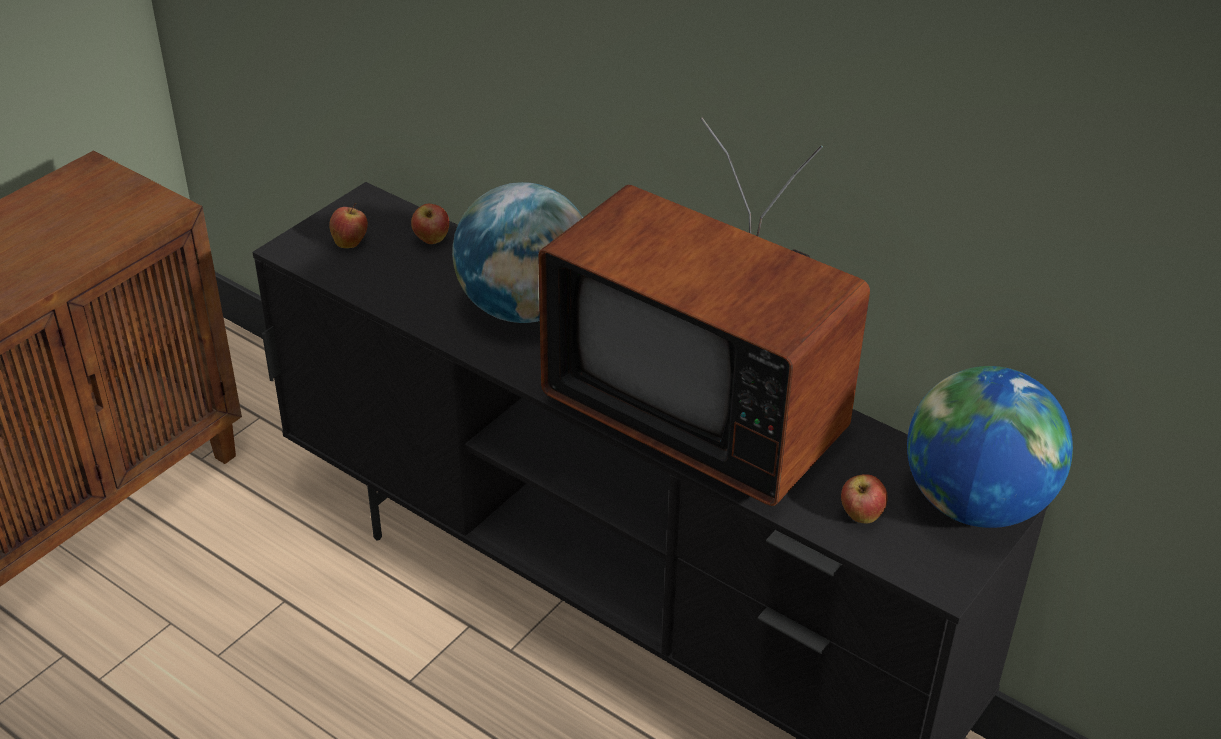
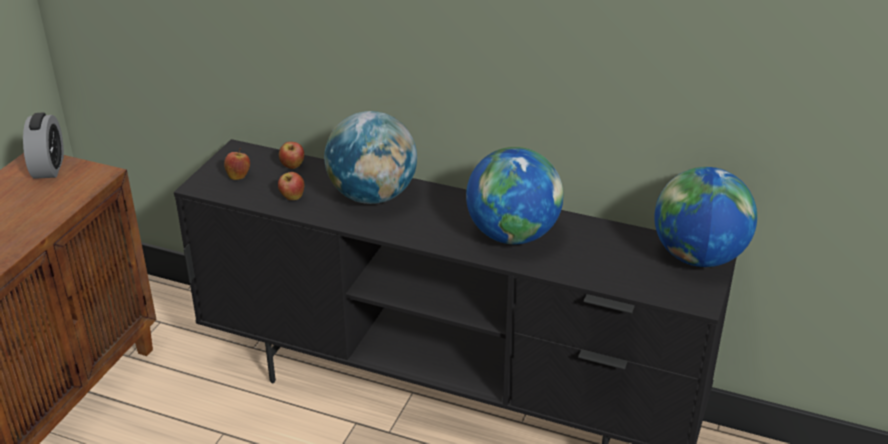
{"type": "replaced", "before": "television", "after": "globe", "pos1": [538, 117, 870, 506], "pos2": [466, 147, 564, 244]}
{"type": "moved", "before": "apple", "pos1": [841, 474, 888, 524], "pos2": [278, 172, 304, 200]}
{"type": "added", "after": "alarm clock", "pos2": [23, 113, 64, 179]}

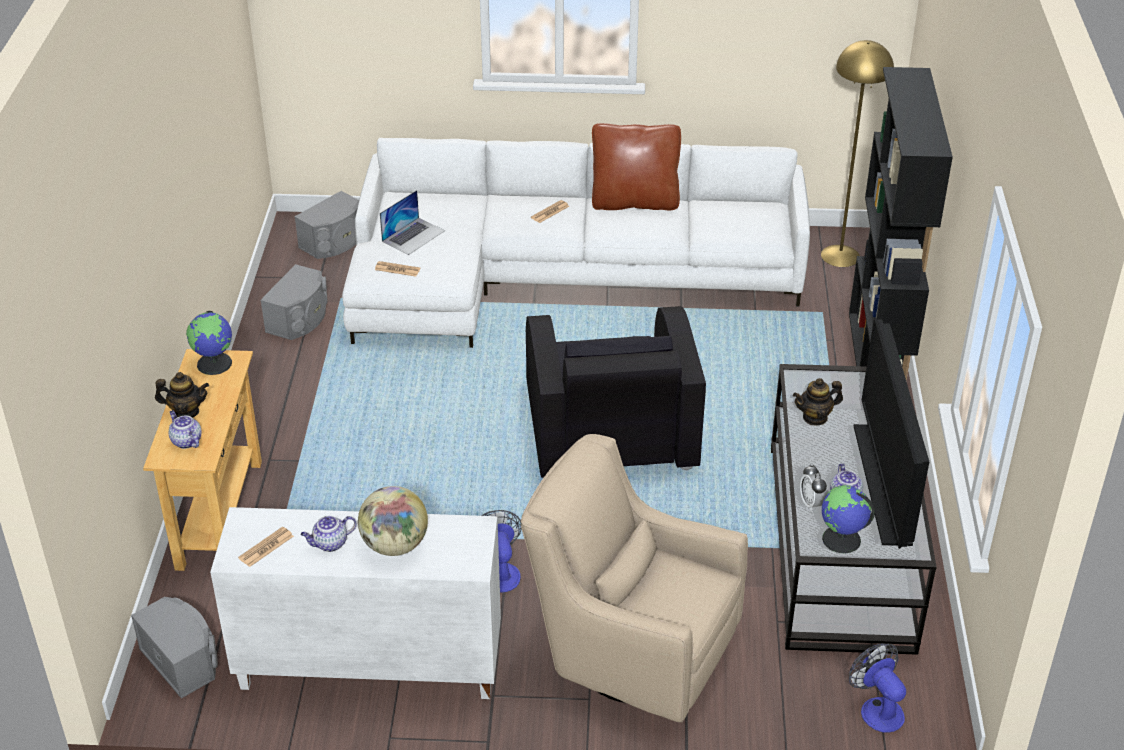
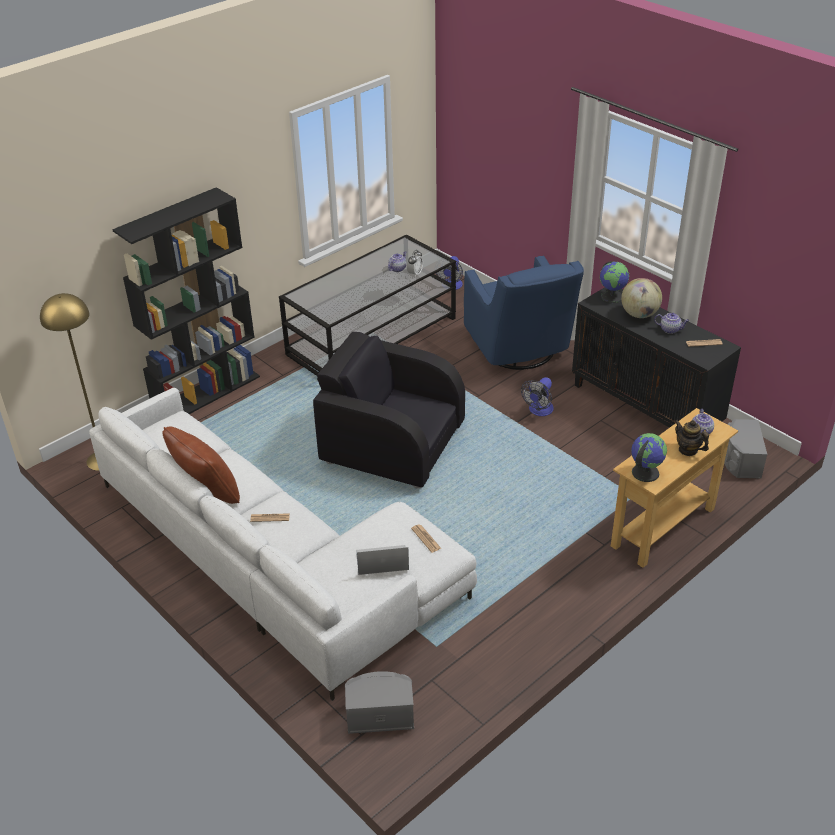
{"type": "recoloured", "before": "cabinet (white)", "after": "cabinet (black)", "pos1": [210, 507, 501, 699], "pos2": [572, 287, 741, 428]}
{"type": "removed", "before": "speaker (grey)", "pos1": [260, 264, 328, 340]}
{"type": "recoloured", "before": "armchair (beige)", "after": "armchair (blue)", "pos1": [521, 434, 748, 723], "pos2": [464, 255, 584, 370]}
{"type": "turned", "before": "armchair (black)", "pos1": [526, 306, 706, 478], "pos2": [313, 332, 465, 488], "turn": -105}
{"type": "removed", "before": "teapot", "pos1": [793, 378, 843, 426]}
{"type": "moved", "before": "globe", "pos1": [822, 485, 875, 553], "pos2": [600, 261, 629, 303]}
{"type": "removed", "before": "television", "pos1": [854, 318, 929, 549]}

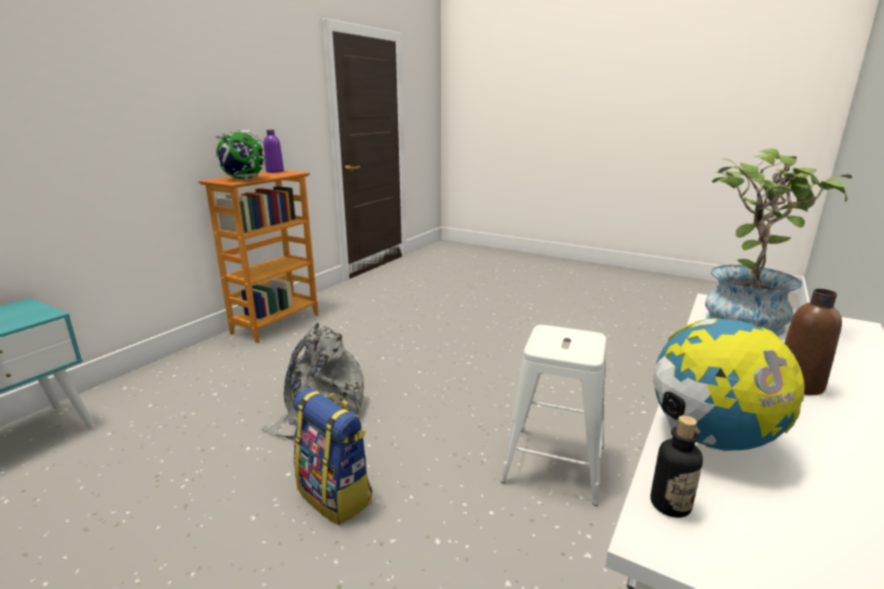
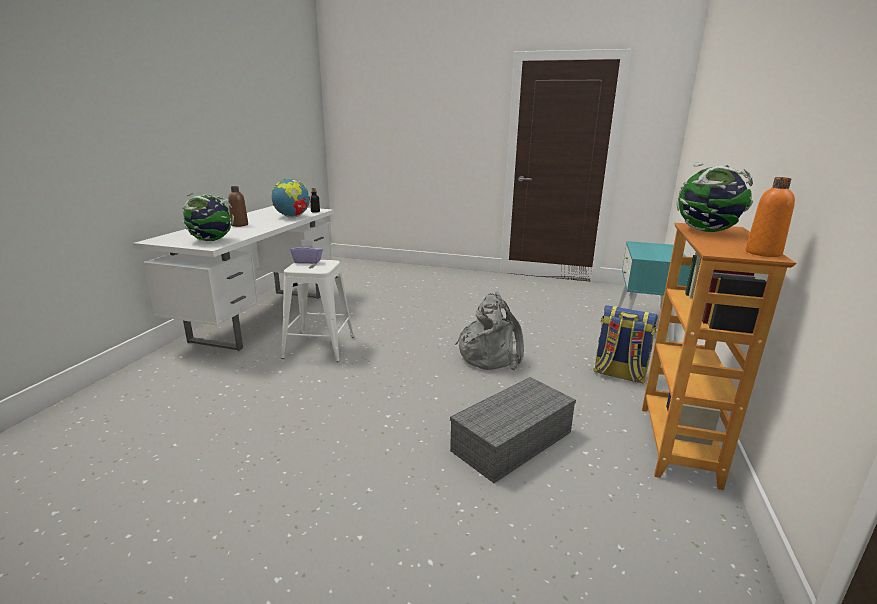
{"type": "recoloured", "before": "bottle (purple)", "after": "bottle (orange)", "pos1": [264, 130, 284, 173], "pos2": [746, 177, 795, 257]}
{"type": "moved", "before": "backpack", "pos1": [293, 388, 372, 525], "pos2": [594, 305, 658, 384]}
{"type": "replaced", "before": "potted plant", "after": "globe", "pos1": [705, 148, 852, 336], "pos2": [182, 193, 234, 241]}
{"type": "added", "after": "tissue box (purple)", "pos2": [290, 240, 323, 264]}
{"type": "added", "after": "storage box (grey)", "pos2": [450, 377, 576, 483]}

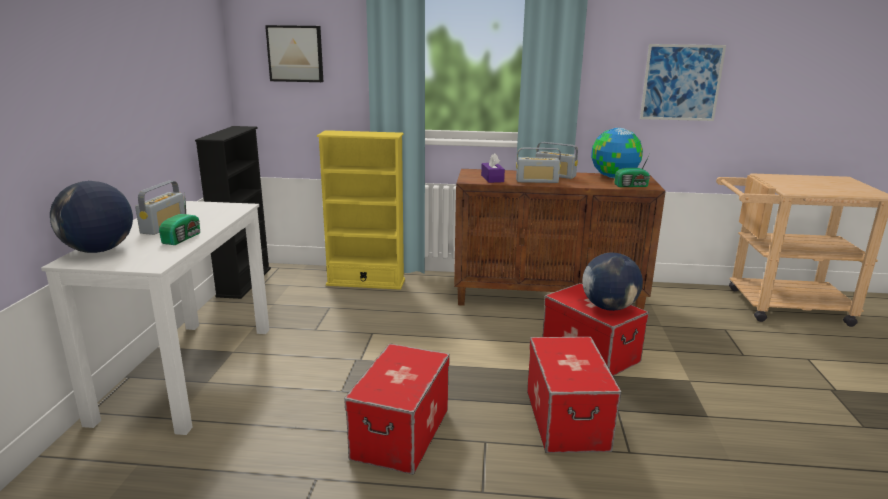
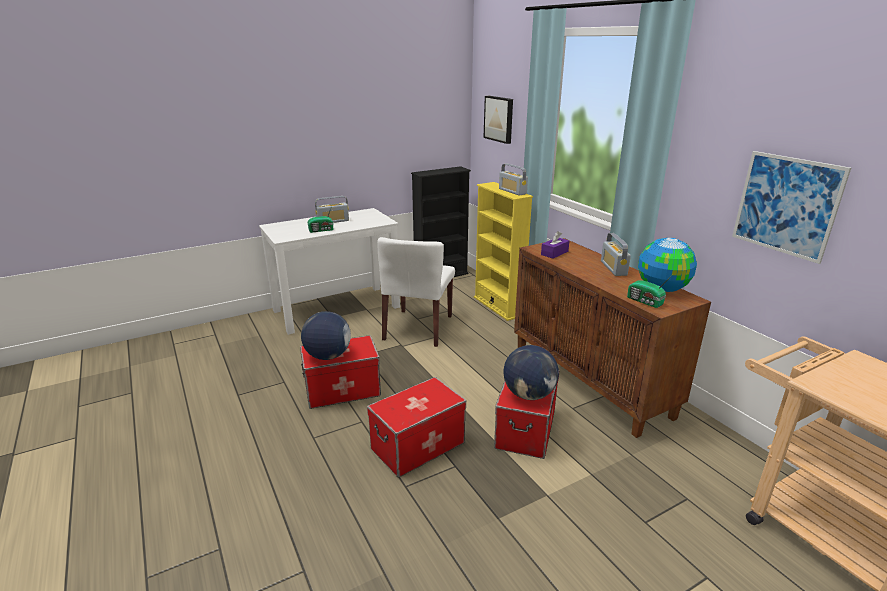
{"type": "moved", "before": "globe", "pos1": [50, 181, 133, 253], "pos2": [301, 311, 351, 360]}
{"type": "moved", "before": "radio", "pos1": [516, 148, 561, 183], "pos2": [499, 164, 528, 196]}
{"type": "added", "after": "chair (white)", "pos2": [377, 237, 455, 347]}

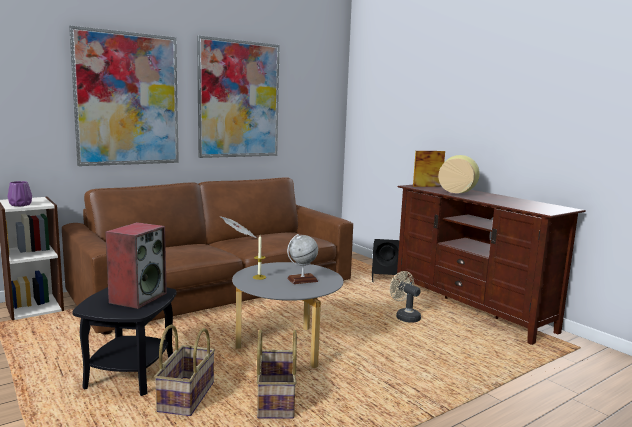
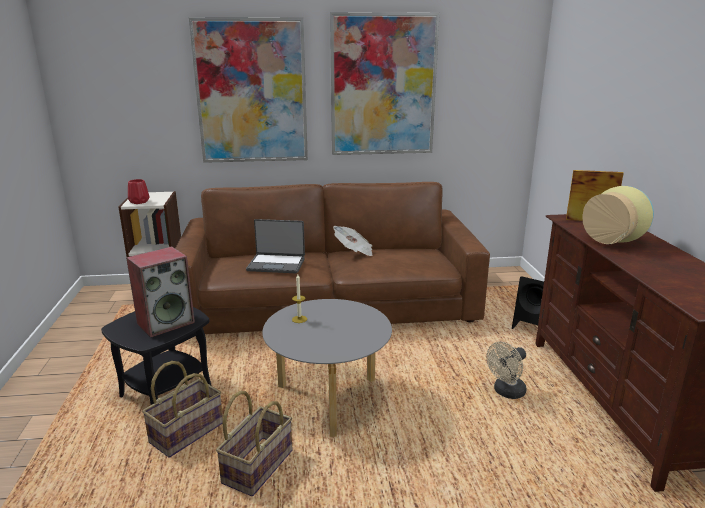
{"type": "recoloured", "before": "vase (purple)", "after": "vase (red)", "pos1": [8, 181, 32, 206], "pos2": [128, 179, 149, 204]}
{"type": "removed", "before": "globe", "pos1": [287, 234, 318, 284]}
{"type": "turned", "before": "fan (beige)", "pos1": [390, 271, 421, 323], "pos2": [486, 342, 527, 399], "turn": -120}
{"type": "added", "after": "laptop", "pos2": [246, 219, 305, 273]}

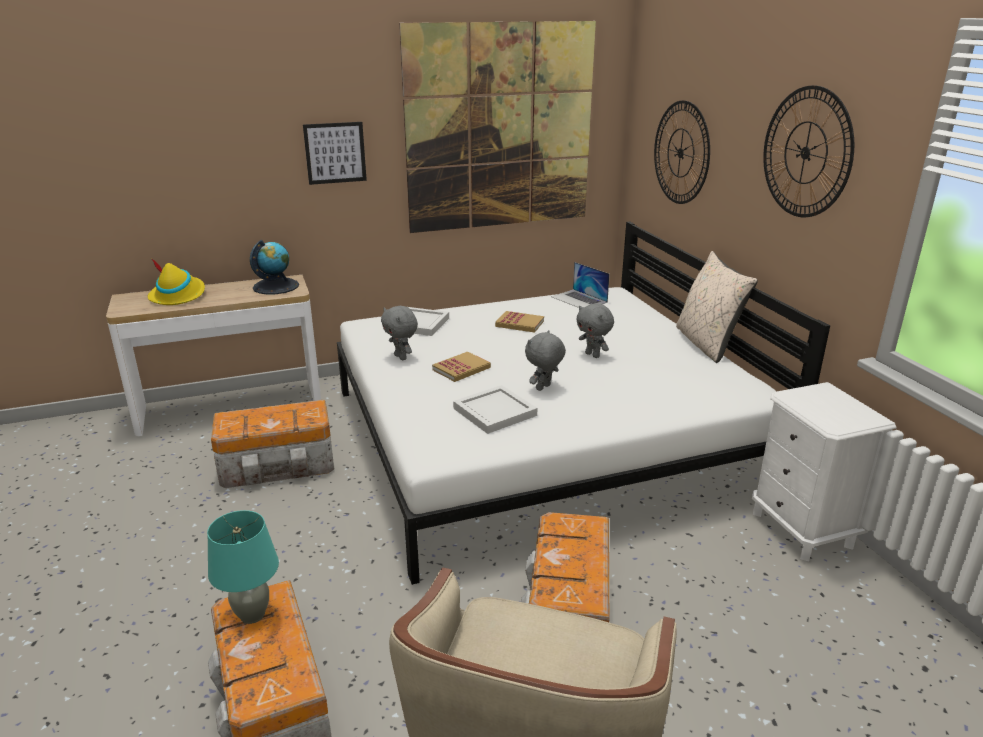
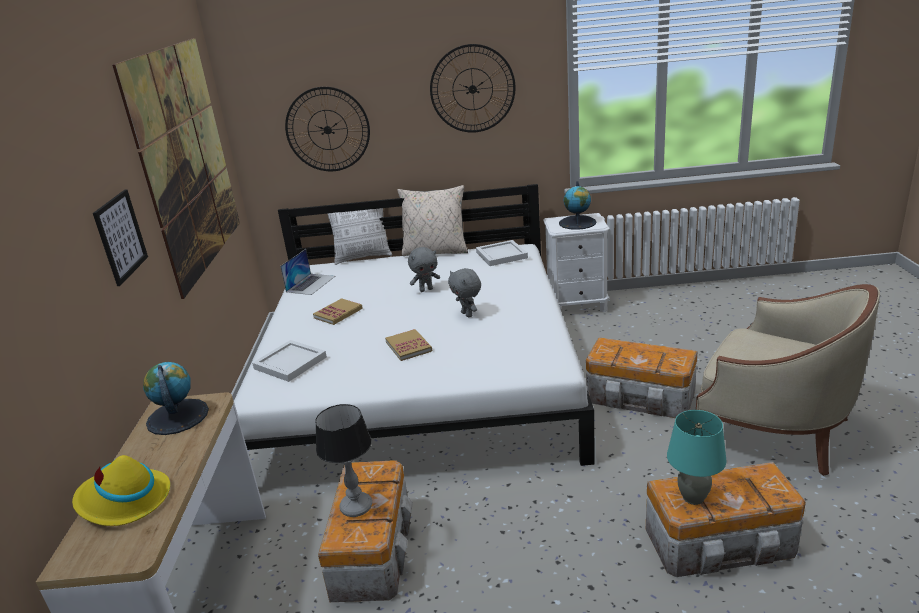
{"type": "removed", "before": "plush toy (grey)", "pos1": [381, 306, 418, 360]}
{"type": "moved", "before": "tray (white)", "pos1": [453, 385, 537, 434], "pos2": [476, 240, 528, 266]}
{"type": "turned", "before": "laptop", "pos1": [551, 262, 610, 308], "pos2": [280, 249, 335, 295], "turn": -45}
{"type": "added", "after": "table lamp", "pos2": [315, 404, 372, 517]}
{"type": "added", "after": "pillow", "pos2": [328, 208, 392, 265]}
{"type": "added", "after": "globe", "pos2": [559, 181, 597, 230]}

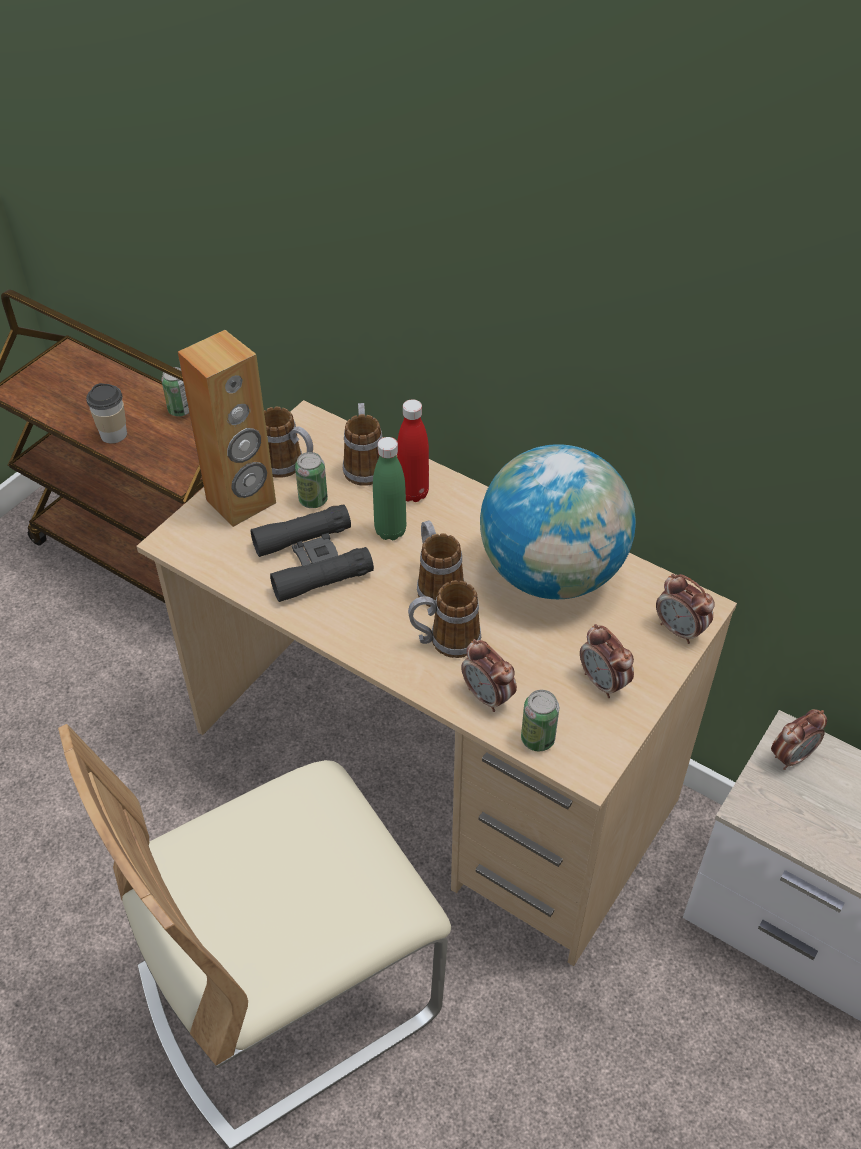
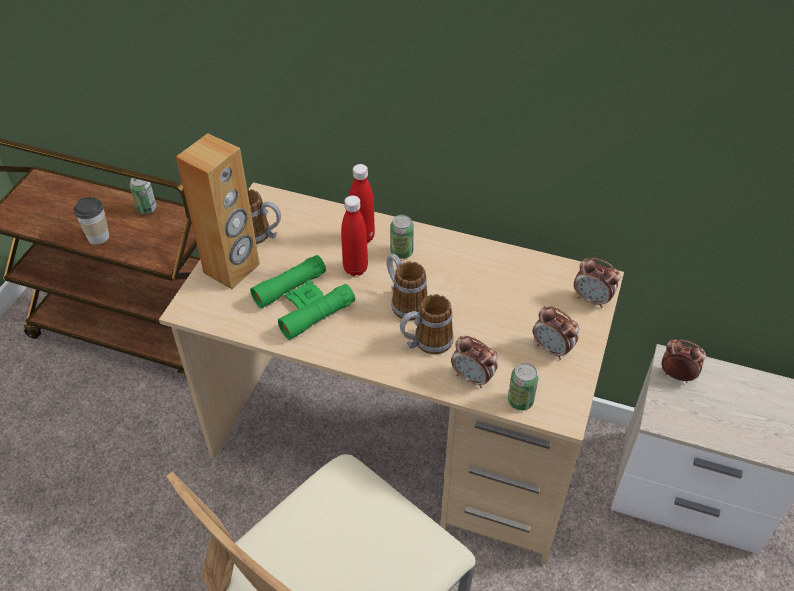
{"type": "recoloured", "before": "binoculars (black)", "after": "binoculars (green)", "pos1": [251, 504, 374, 602], "pos2": [250, 255, 355, 340]}
{"type": "moved", "before": "can", "pos1": [295, 452, 328, 508], "pos2": [390, 215, 414, 259]}
{"type": "removed", "before": "mug", "pos1": [343, 403, 382, 486]}
{"type": "recoloured", "before": "bottle (green)", "after": "bottle (red)", "pos1": [373, 437, 406, 540], "pos2": [341, 195, 368, 276]}
{"type": "removed", "before": "globe", "pos1": [480, 444, 636, 599]}
{"type": "turned", "before": "alarm clock", "pos1": [771, 709, 827, 770], "pos2": [661, 339, 706, 383], "turn": -105}

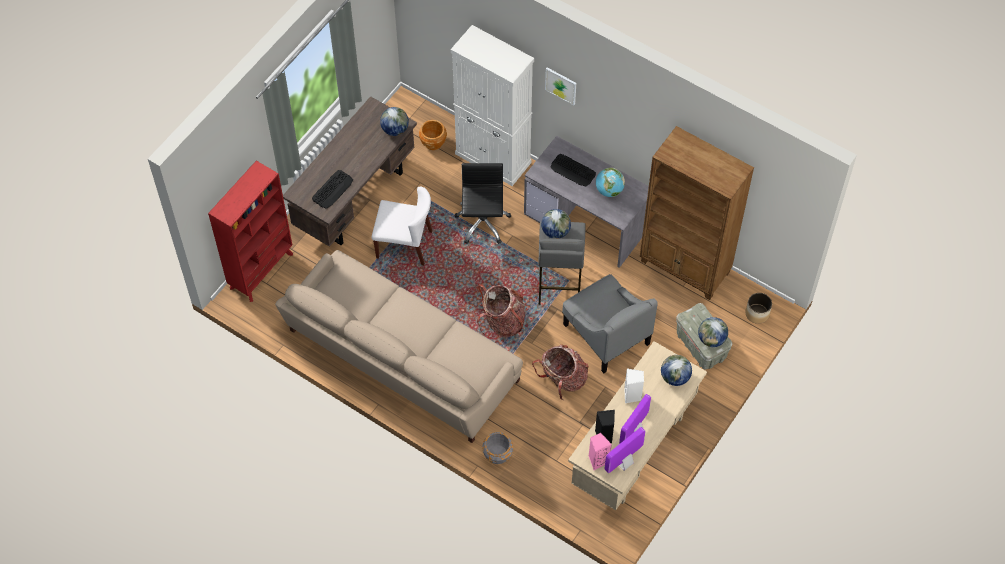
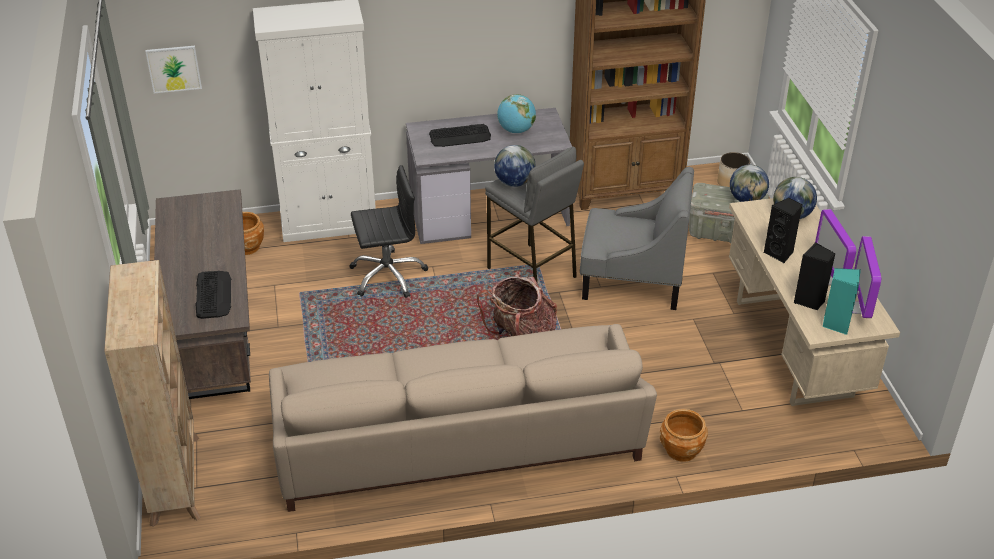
{"type": "recoloured", "before": "bookcase (red)", "after": "bookcase (beige)", "pos1": [208, 161, 293, 302], "pos2": [104, 260, 200, 527]}
{"type": "removed", "before": "chair (white)", "pos1": [372, 187, 432, 266]}
{"type": "removed", "before": "globe", "pos1": [380, 107, 409, 136]}
{"type": "turned", "before": "office chair (black)", "pos1": [455, 163, 511, 244], "pos2": [349, 165, 428, 298], "turn": 120}
{"type": "recoloured", "before": "planter (grey)", "after": "planter (brown)", "pos1": [482, 432, 513, 464], "pos2": [660, 409, 708, 462]}
{"type": "removed", "before": "backpack", "pos1": [532, 344, 589, 401]}
{"type": "moved", "before": "picture", "pos1": [545, 68, 576, 105], "pos2": [145, 46, 202, 93]}
{"type": "recoloured", "before": "speaker (pink)", "after": "speaker (turquoise)", "pos1": [589, 433, 612, 470], "pos2": [823, 268, 861, 335]}
{"type": "recoloured", "before": "speaker (white)", "after": "speaker (black)", "pos1": [624, 368, 644, 403], "pos2": [763, 198, 803, 263]}

